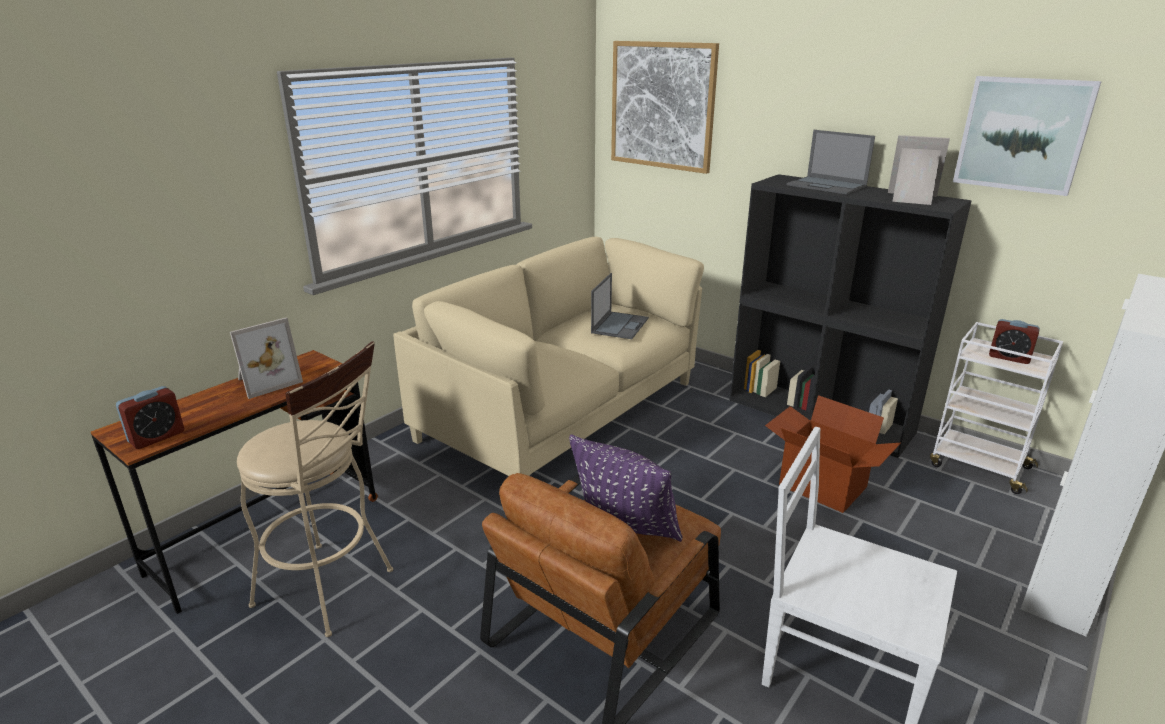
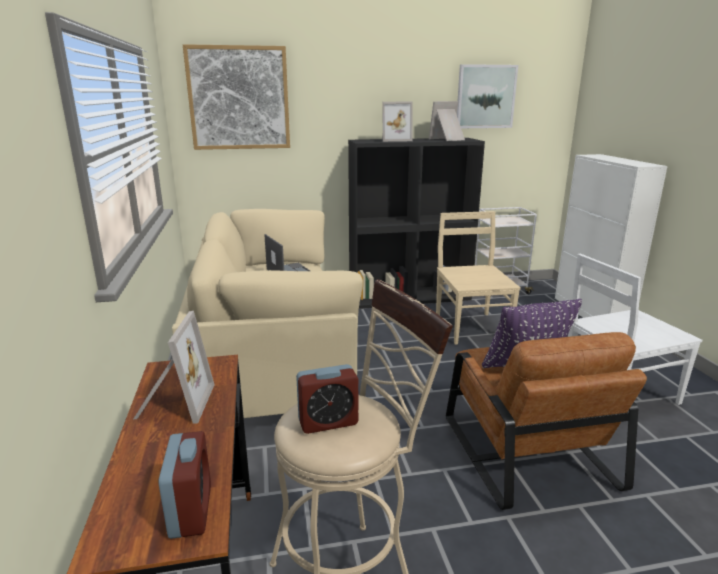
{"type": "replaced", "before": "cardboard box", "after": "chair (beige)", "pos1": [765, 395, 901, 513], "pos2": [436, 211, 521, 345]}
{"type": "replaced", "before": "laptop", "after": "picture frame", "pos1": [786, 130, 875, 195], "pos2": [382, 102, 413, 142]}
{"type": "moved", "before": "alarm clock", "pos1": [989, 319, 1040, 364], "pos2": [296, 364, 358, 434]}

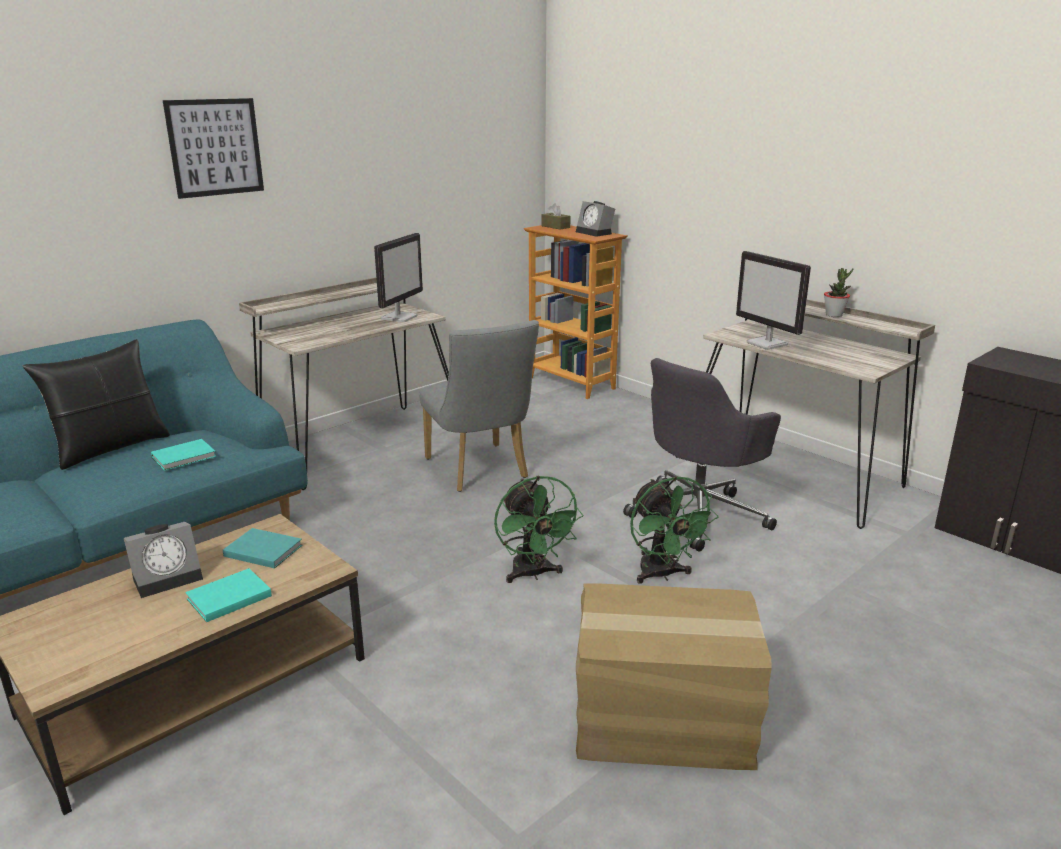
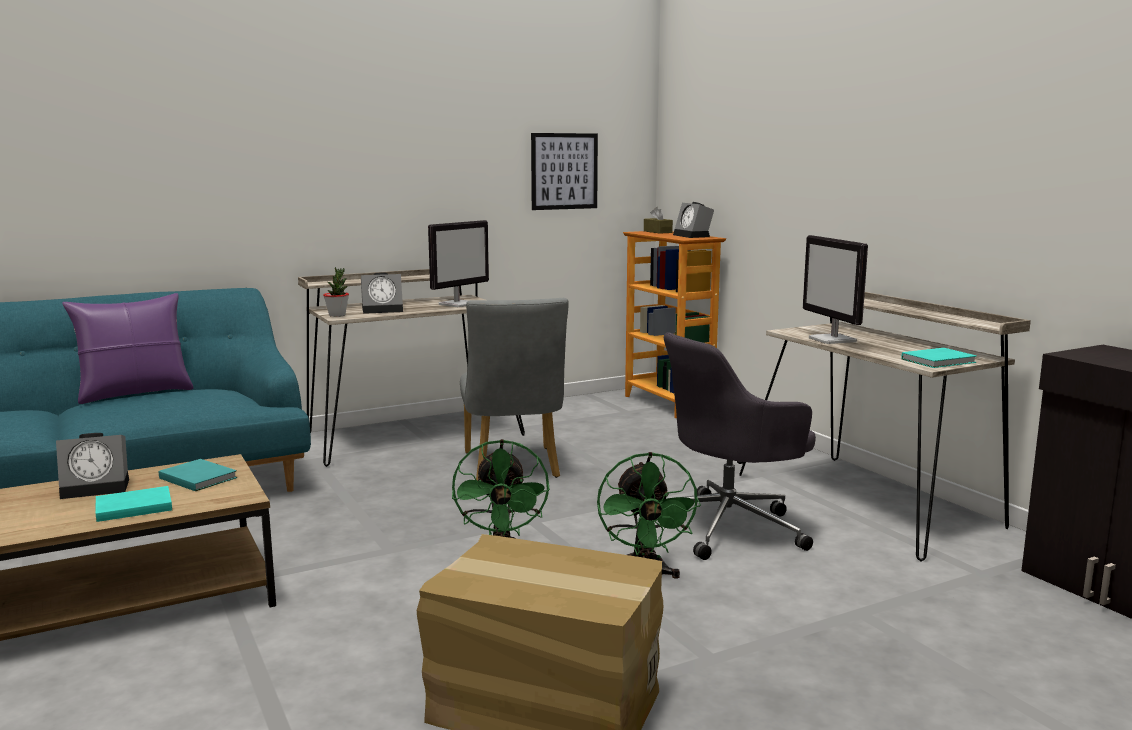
{"type": "recoloured", "before": "pillow (black)", "after": "pillow (purple)", "pos1": [23, 339, 170, 470], "pos2": [62, 293, 194, 404]}
{"type": "moved", "before": "book (turquoise)", "pos1": [151, 439, 216, 471], "pos2": [901, 348, 977, 368]}
{"type": "moved", "before": "picture", "pos1": [163, 98, 264, 199], "pos2": [531, 133, 598, 210]}
{"type": "moved", "before": "potted plant", "pos1": [824, 268, 853, 317], "pos2": [323, 267, 349, 317]}
{"type": "added", "after": "alarm clock", "pos2": [361, 272, 403, 314]}

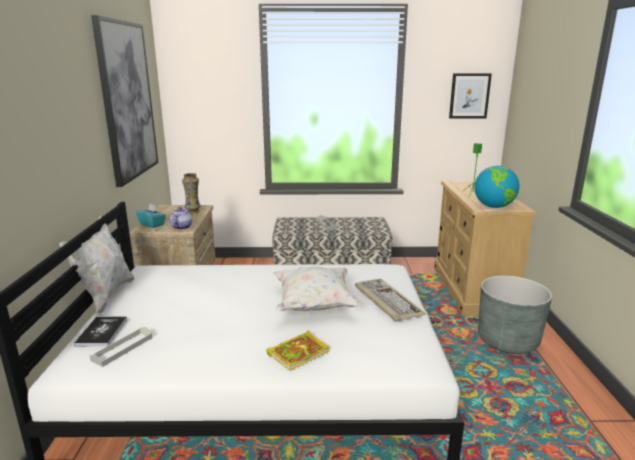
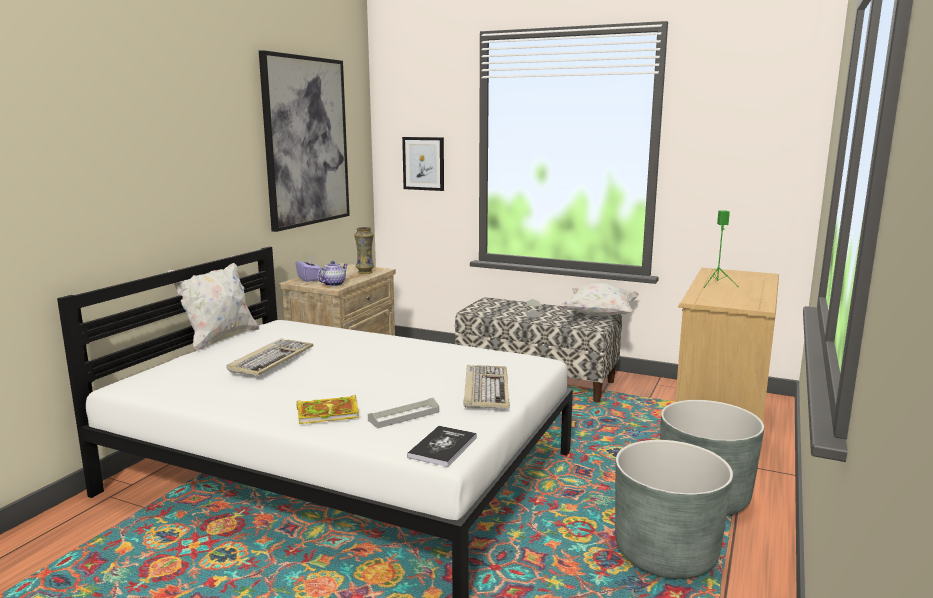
{"type": "moved", "before": "book", "pos1": [74, 316, 127, 346], "pos2": [407, 426, 477, 467]}
{"type": "moved", "before": "tray (grey)", "pos1": [90, 327, 152, 367], "pos2": [368, 398, 439, 428]}
{"type": "recoloured", "before": "tissue box (turquoise)", "after": "tissue box (purple)", "pos1": [136, 203, 166, 228], "pos2": [295, 256, 321, 282]}
{"type": "moved", "before": "pillow (white)", "pos1": [273, 266, 360, 311], "pos2": [559, 283, 640, 317]}
{"type": "moved", "before": "picture", "pos1": [449, 74, 492, 118], "pos2": [402, 137, 444, 191]}
{"type": "removed", "before": "globe", "pos1": [474, 166, 519, 208]}
{"type": "added", "after": "keyboard", "pos2": [226, 339, 313, 376]}
{"type": "added", "after": "planter (grey)", "pos2": [615, 440, 733, 579]}

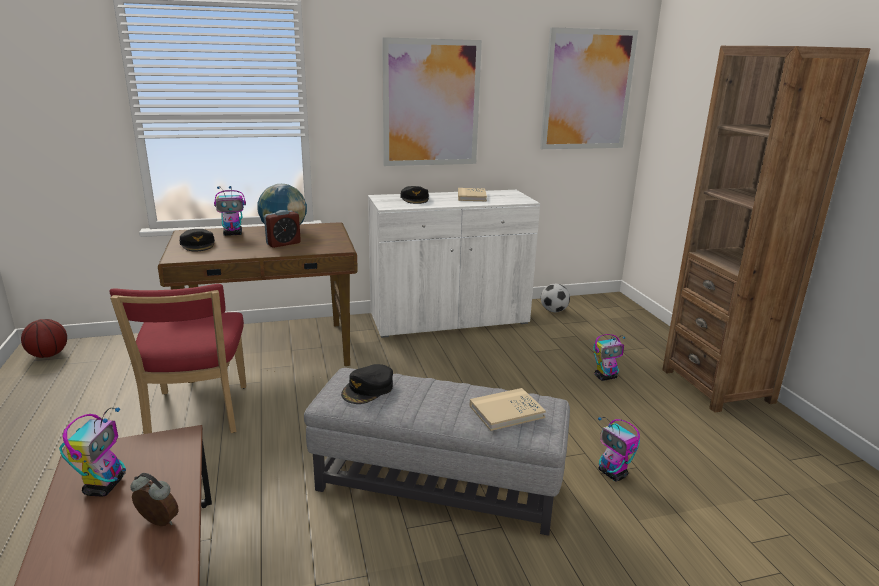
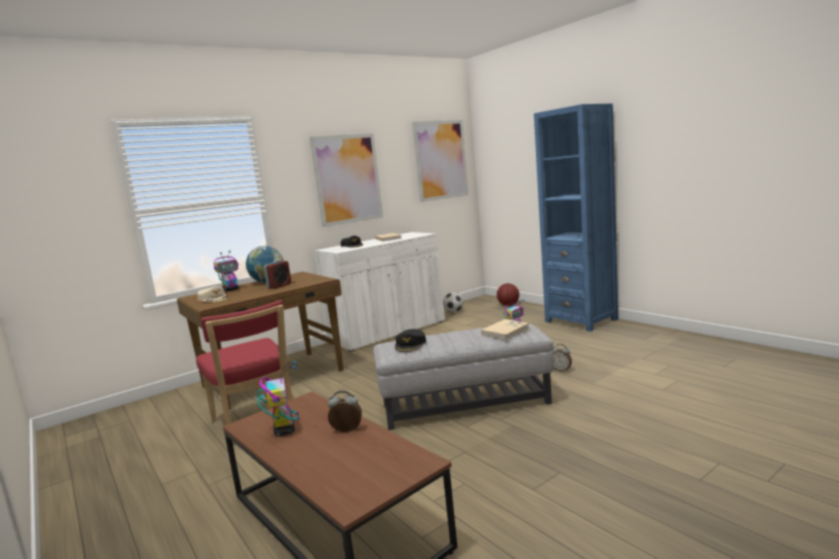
{"type": "moved", "before": "basketball", "pos1": [21, 319, 67, 358], "pos2": [497, 283, 519, 306]}
{"type": "recoloured", "before": "cap (black)", "after": "cap (beige)", "pos1": [179, 229, 215, 251], "pos2": [197, 286, 228, 302]}
{"type": "replaced", "before": "toy robot", "after": "alarm clock", "pos1": [598, 417, 640, 482], "pos2": [552, 344, 572, 372]}
{"type": "recoloured", "before": "bookcase (brown)", "after": "bookcase (blue)", "pos1": [662, 46, 870, 413], "pos2": [534, 104, 618, 332]}

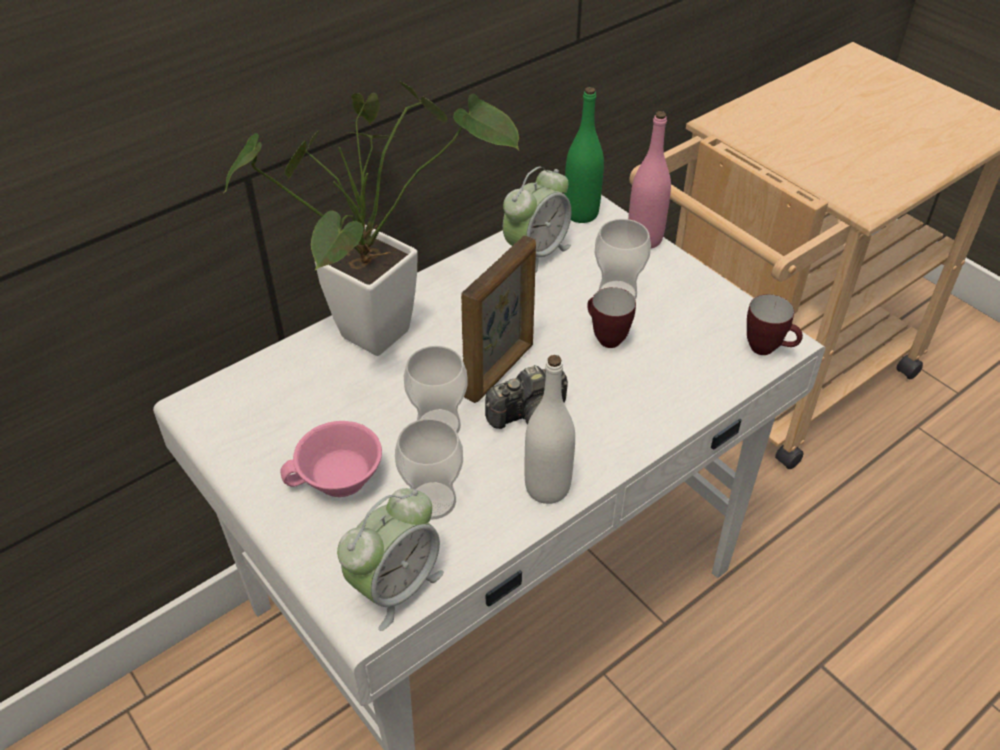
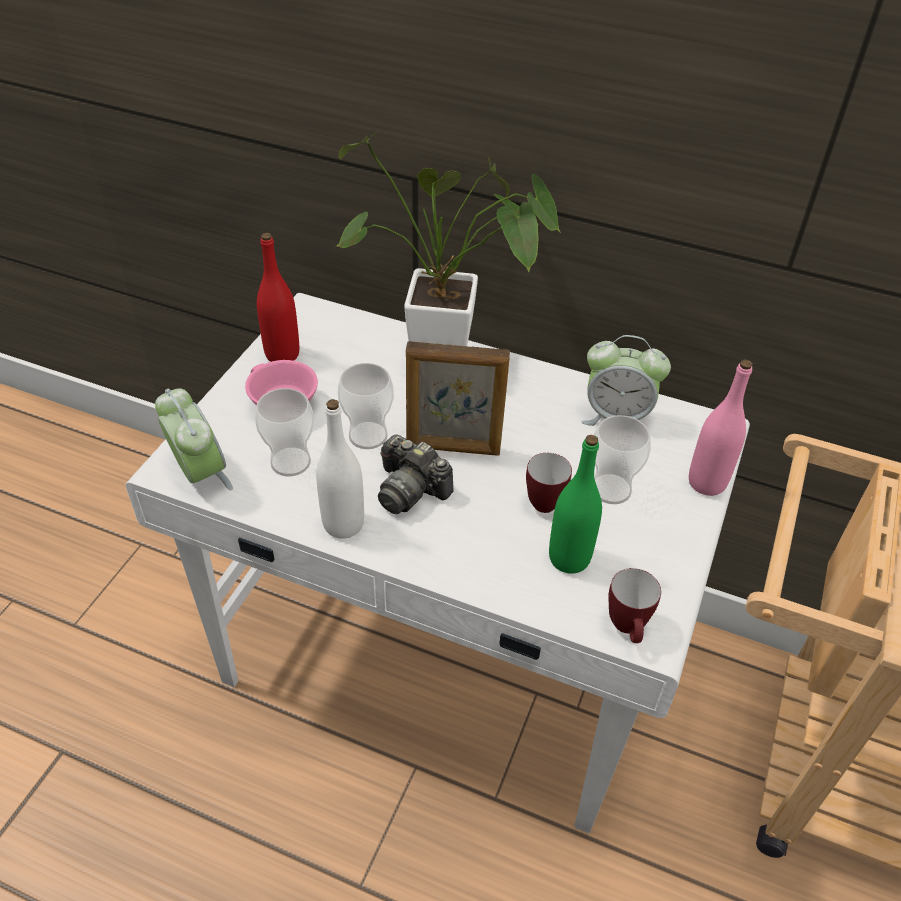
{"type": "turned", "before": "alarm clock", "pos1": [337, 488, 444, 631], "pos2": [155, 388, 233, 490], "turn": -135}
{"type": "moved", "before": "bottle (green)", "pos1": [564, 87, 604, 223], "pos2": [549, 435, 602, 574]}
{"type": "added", "after": "bottle (red)", "pos2": [257, 233, 299, 362]}

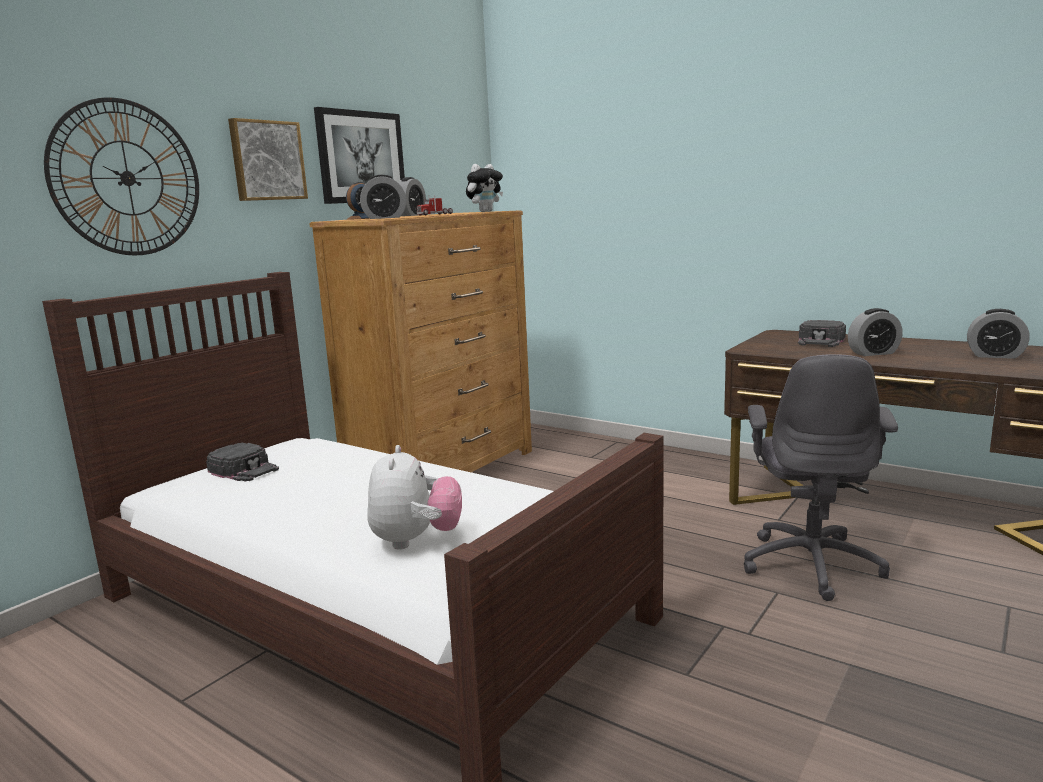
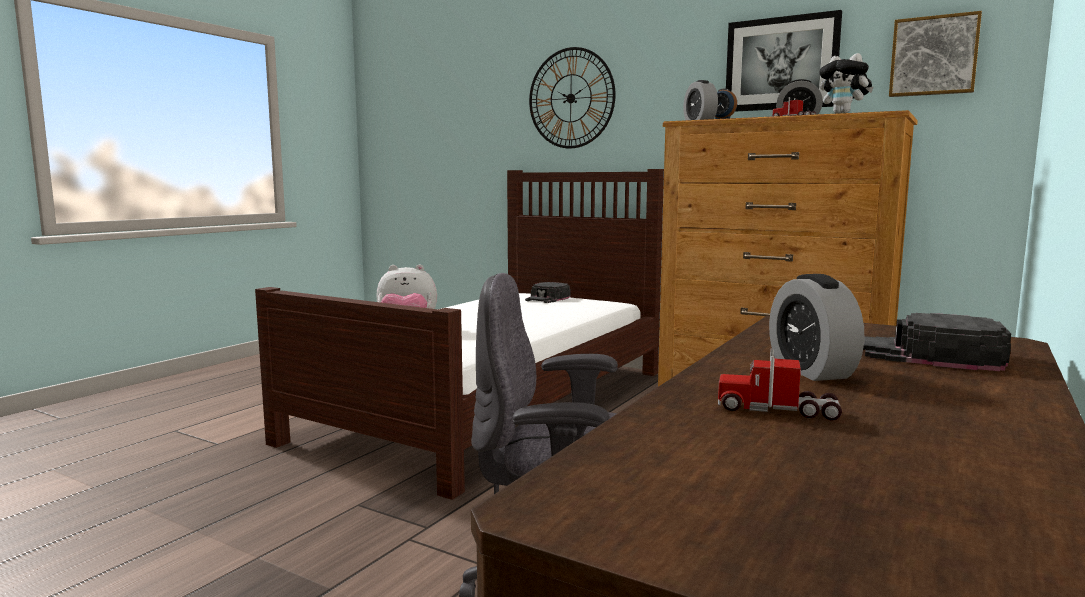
{"type": "moved", "before": "picture", "pos1": [228, 118, 308, 201], "pos2": [889, 11, 982, 97]}
{"type": "removed", "before": "alarm clock", "pos1": [967, 309, 1030, 359]}
{"type": "added", "after": "toy truck", "pos2": [718, 349, 842, 420]}

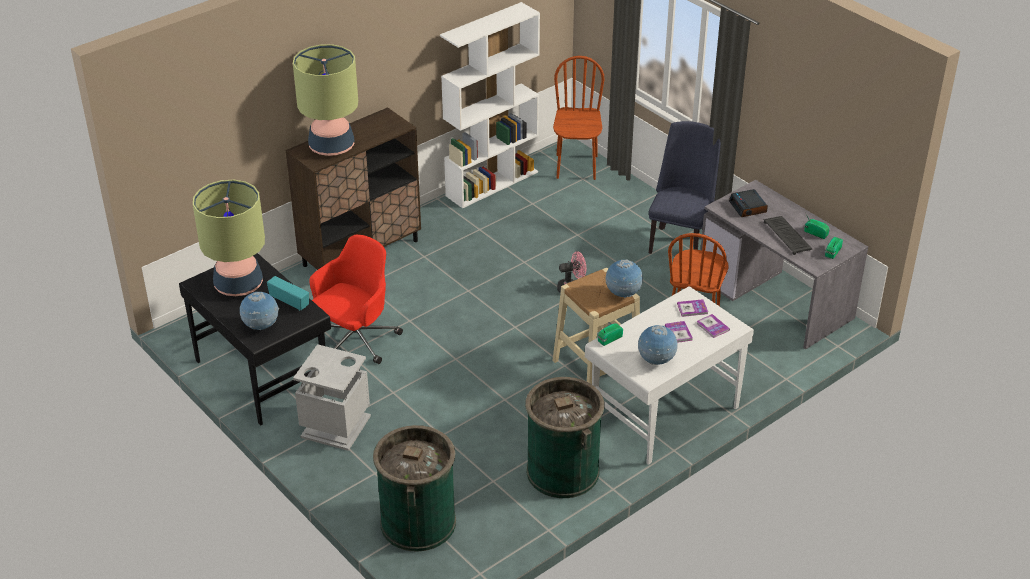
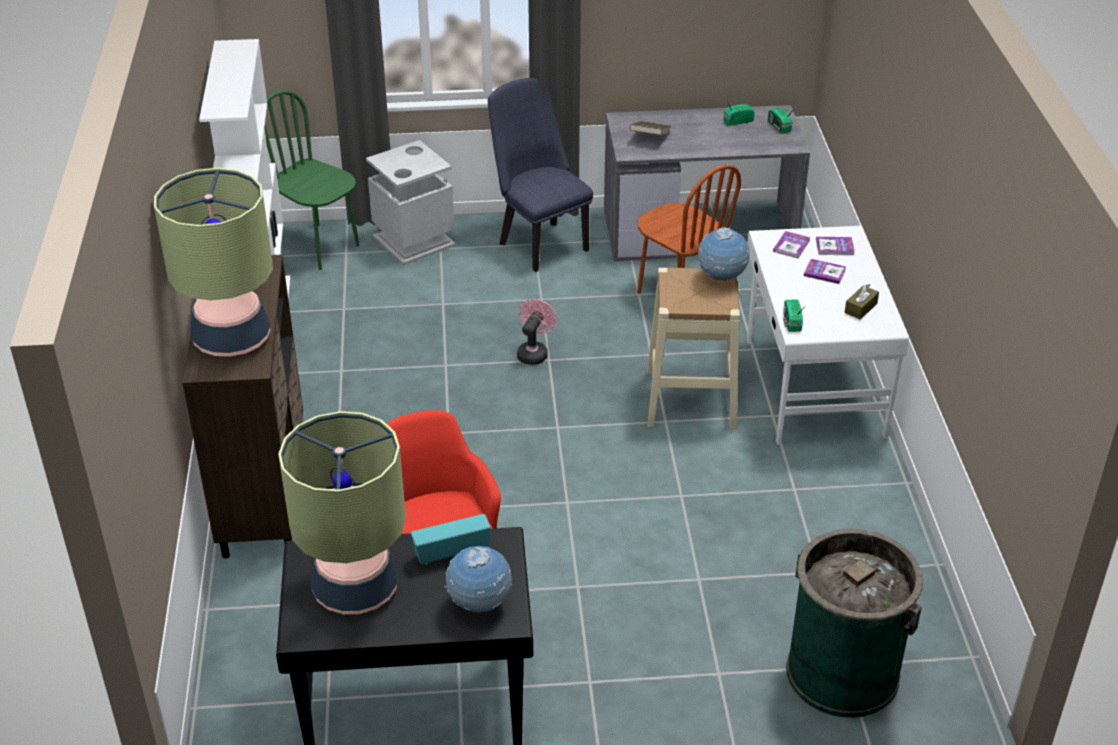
{"type": "moved", "before": "trash can (grey)", "pos1": [293, 344, 371, 451], "pos2": [366, 140, 456, 266]}
{"type": "removed", "before": "trash can (green)", "pos1": [525, 377, 604, 498]}
{"type": "recoloured", "before": "chair (brown)", "after": "chair (green)", "pos1": [553, 56, 605, 180], "pos2": [265, 90, 359, 270]}
{"type": "replaced", "before": "globe", "after": "tissue box (brown)", "pos1": [638, 325, 678, 365], "pos2": [845, 284, 879, 320]}
{"type": "replaced", "before": "alarm clock", "after": "book (brown)", "pos1": [729, 189, 768, 217], "pos2": [630, 121, 670, 135]}
{"type": "removed", "before": "keyboard", "pos1": [764, 216, 812, 255]}

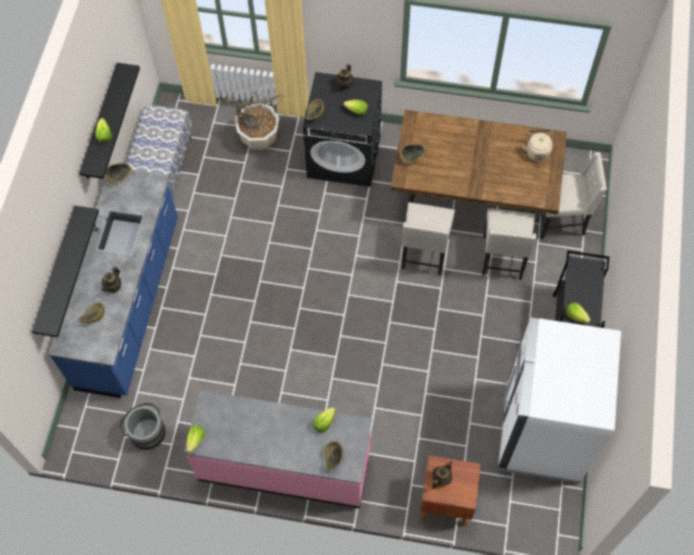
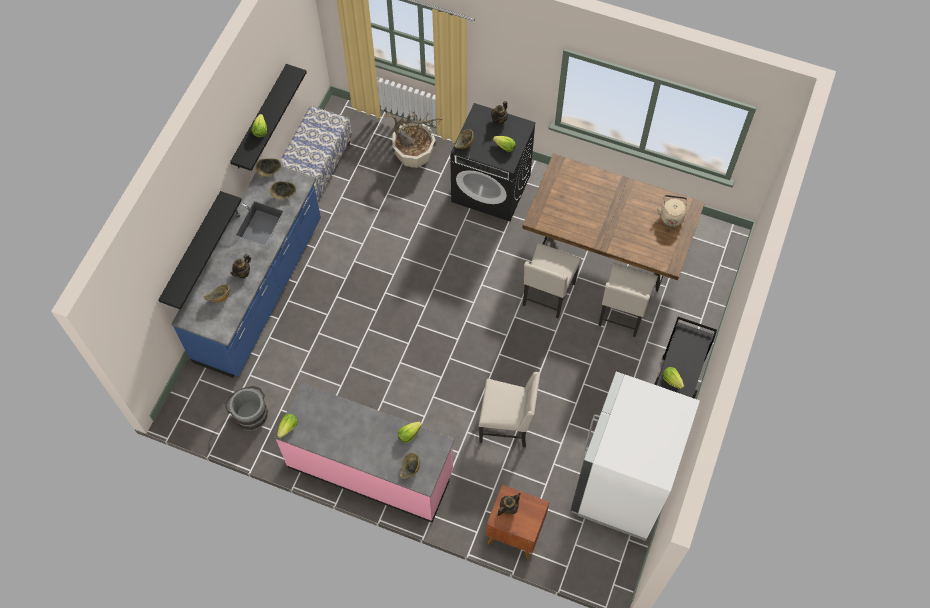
{"type": "moved", "before": "bowl", "pos1": [400, 144, 426, 164], "pos2": [270, 181, 296, 200]}
{"type": "moved", "before": "chair (beige)", "pos1": [540, 152, 607, 239], "pos2": [479, 372, 540, 447]}

